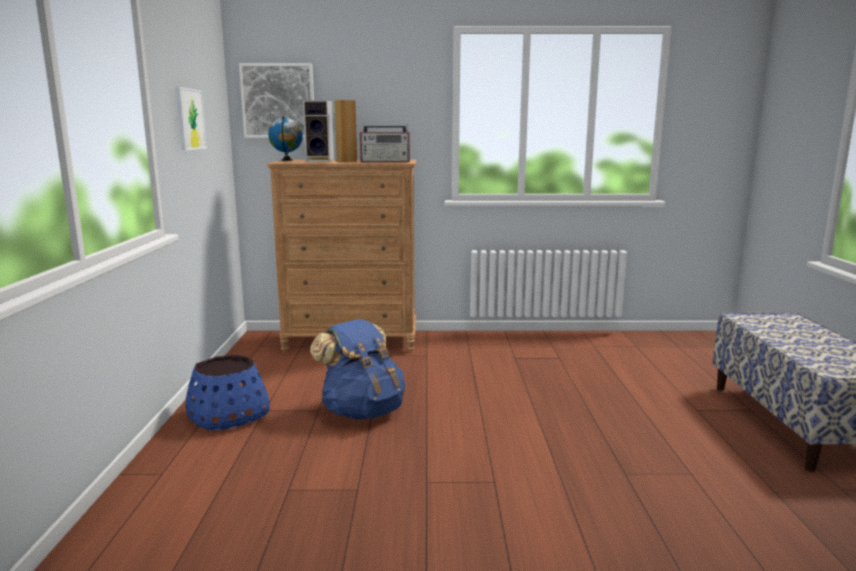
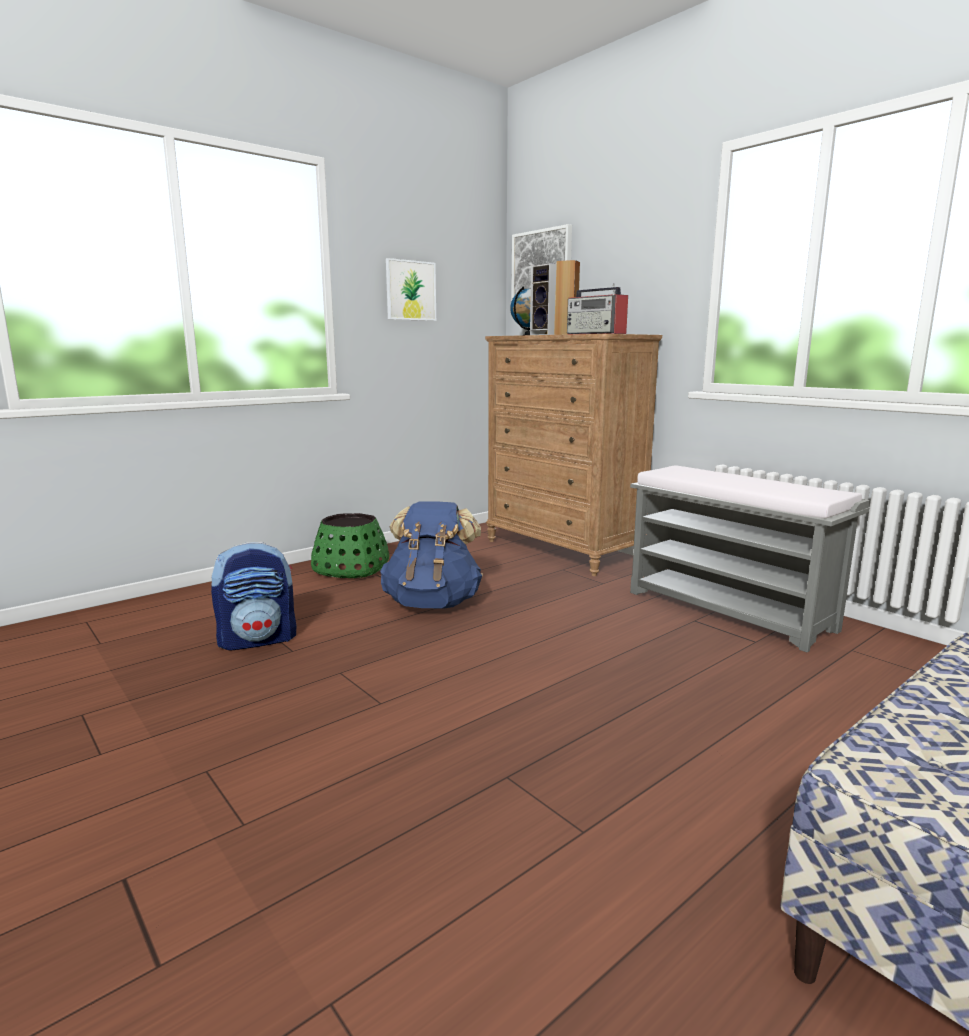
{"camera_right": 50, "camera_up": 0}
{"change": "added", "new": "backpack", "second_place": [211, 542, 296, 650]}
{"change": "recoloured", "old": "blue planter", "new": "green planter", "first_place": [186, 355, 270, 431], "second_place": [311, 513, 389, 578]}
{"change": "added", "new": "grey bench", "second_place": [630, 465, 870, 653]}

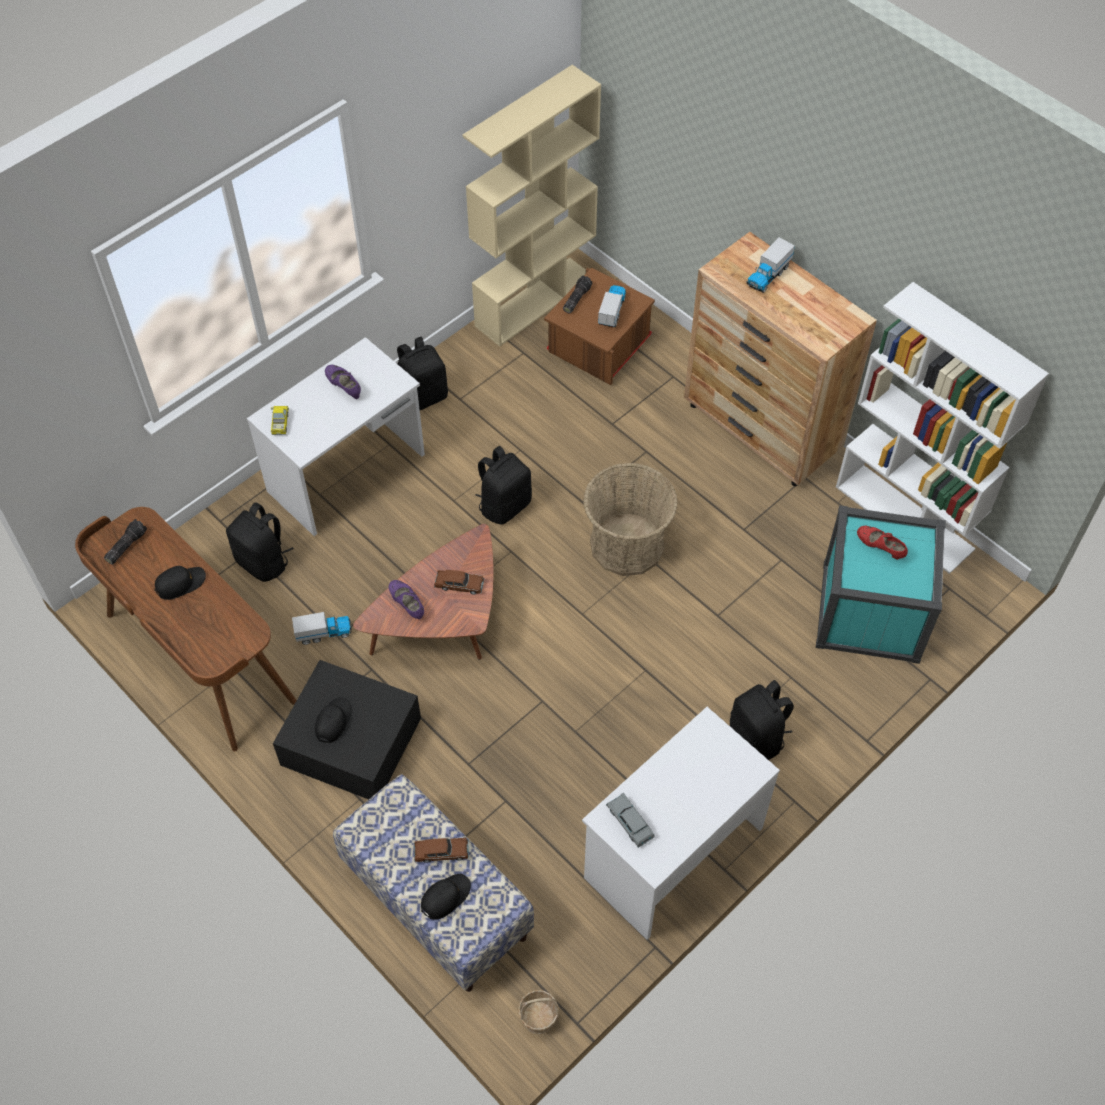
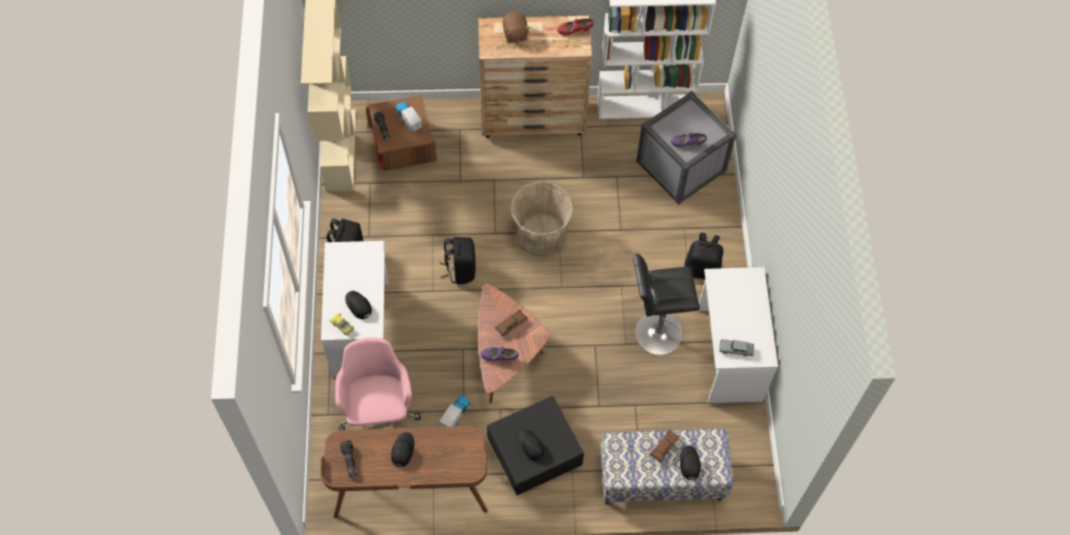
{"camera_right": -50, "camera_up": 5}
{"change": "replaced", "old": "black backpack", "new": "pink office chair", "first_place": [226, 502, 294, 582], "second_place": [335, 337, 421, 430]}
{"change": "added", "new": "black cap", "second_place": [345, 291, 372, 319]}
{"change": "replaced", "old": "toy truck", "new": "brown plush toy", "first_place": [746, 237, 795, 293], "second_place": [502, 12, 530, 43]}
{"change": "moved", "old": "red shoe", "first_place": [857, 526, 908, 560], "second_place": [557, 18, 594, 35]}
{"change": "added", "new": "black stool", "second_place": [633, 254, 700, 355]}
{"change": "recoloured", "old": "turquoise storage box", "new": "grey storage box", "first_place": [816, 505, 946, 664], "second_place": [636, 91, 737, 205]}
{"change": "moved", "old": "purple shoe", "first_place": [325, 365, 361, 399], "second_place": [671, 132, 707, 147]}
{"change": "removed", "old": "basket", "first_place": [518, 990, 559, 1034]}

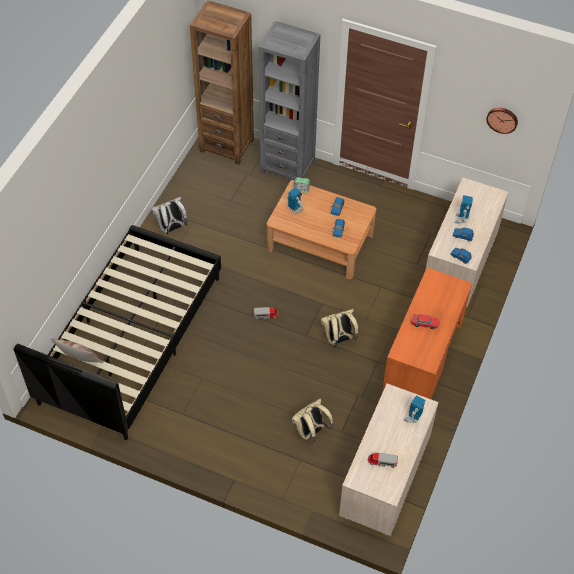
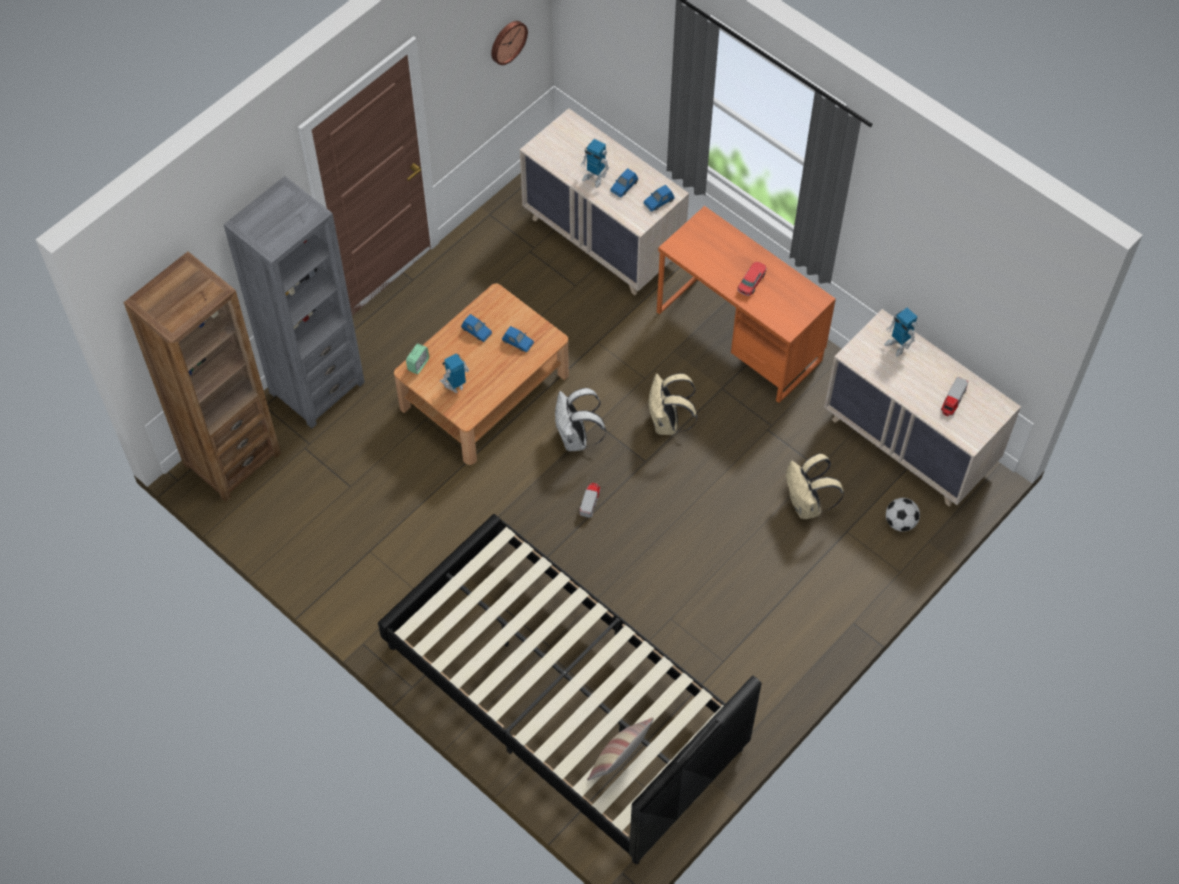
{"camera_right": -70, "camera_up": 5}
{"change": "moved", "old": "white backpack", "first_place": [151, 197, 188, 235], "second_place": [555, 388, 606, 451]}
{"change": "added", "new": "football", "second_place": [886, 498, 920, 532]}

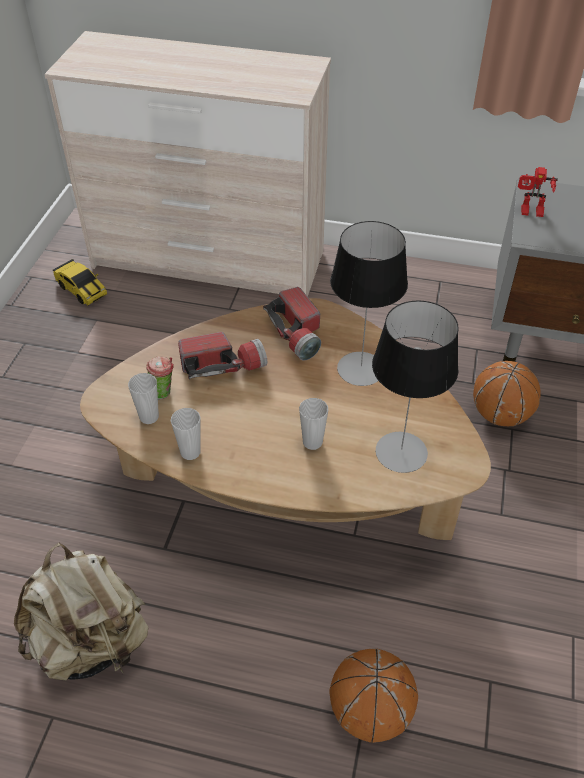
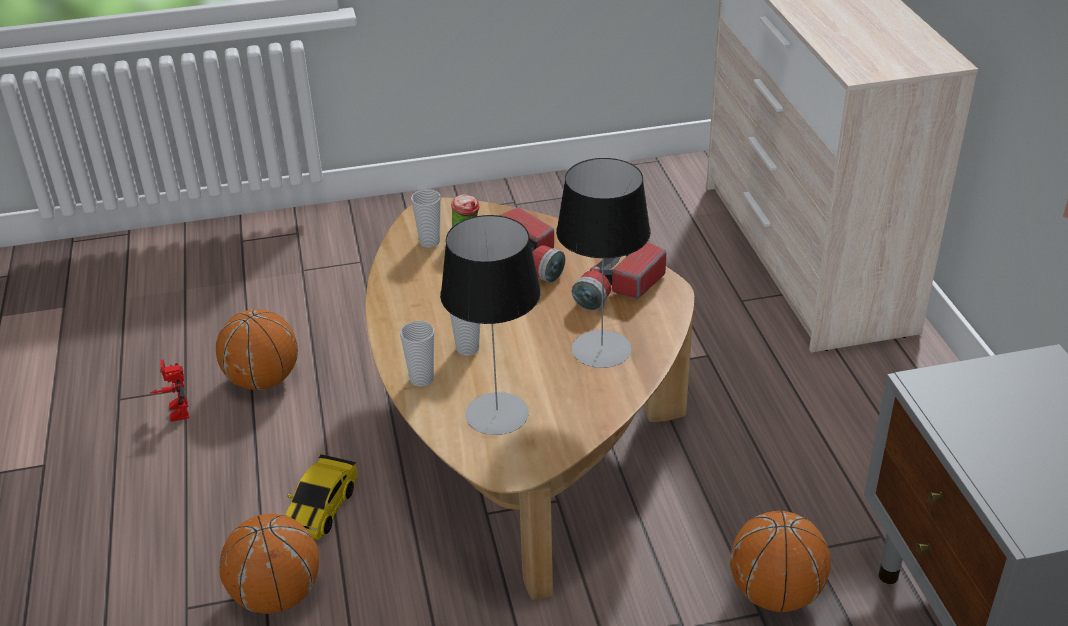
{"camera_right": 65, "camera_up": -10}
{"change": "moved", "old": "toy robot", "first_place": [518, 167, 558, 217], "second_place": [150, 359, 189, 422]}
{"change": "replaced", "old": "beige backpack", "new": "basketball", "first_place": [14, 543, 149, 680], "second_place": [216, 309, 298, 390]}
{"change": "moved", "old": "toy car", "first_place": [53, 259, 107, 305], "second_place": [285, 454, 358, 540]}
{"change": "moved", "old": "cup", "first_place": [171, 408, 201, 460], "second_place": [400, 321, 434, 387]}

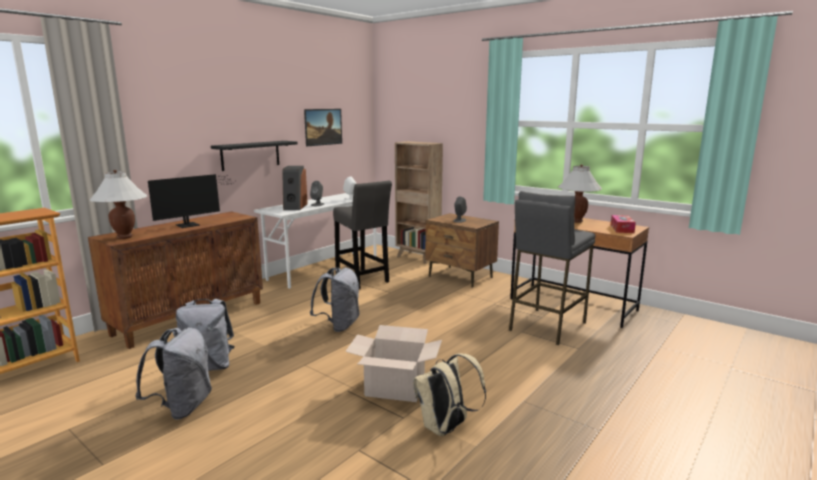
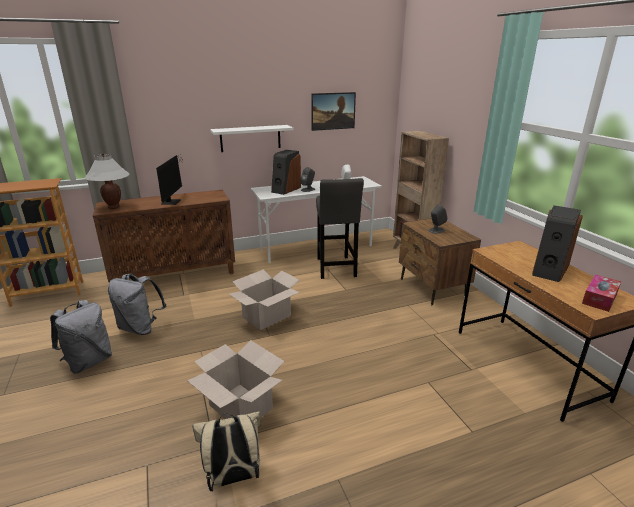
{"camera_right": 30, "camera_up": 10}
{"change": "turned", "old": "monitor", "first_place": [148, 174, 231, 228], "second_place": [156, 154, 182, 205], "degrees": -75}
{"change": "recoloured", "old": "black shelf", "new": "white shelf", "first_place": [211, 141, 298, 171], "second_place": [210, 125, 293, 152]}
{"change": "replaced", "old": "grey backpack", "new": "cardboard box", "first_place": [310, 267, 360, 332], "second_place": [229, 269, 299, 330]}
{"change": "replaced", "old": "white table lamp", "new": "speaker", "first_place": [558, 164, 602, 223], "second_place": [532, 205, 583, 282]}
{"change": "removed", "old": "grey stool", "first_place": [509, 191, 595, 345]}

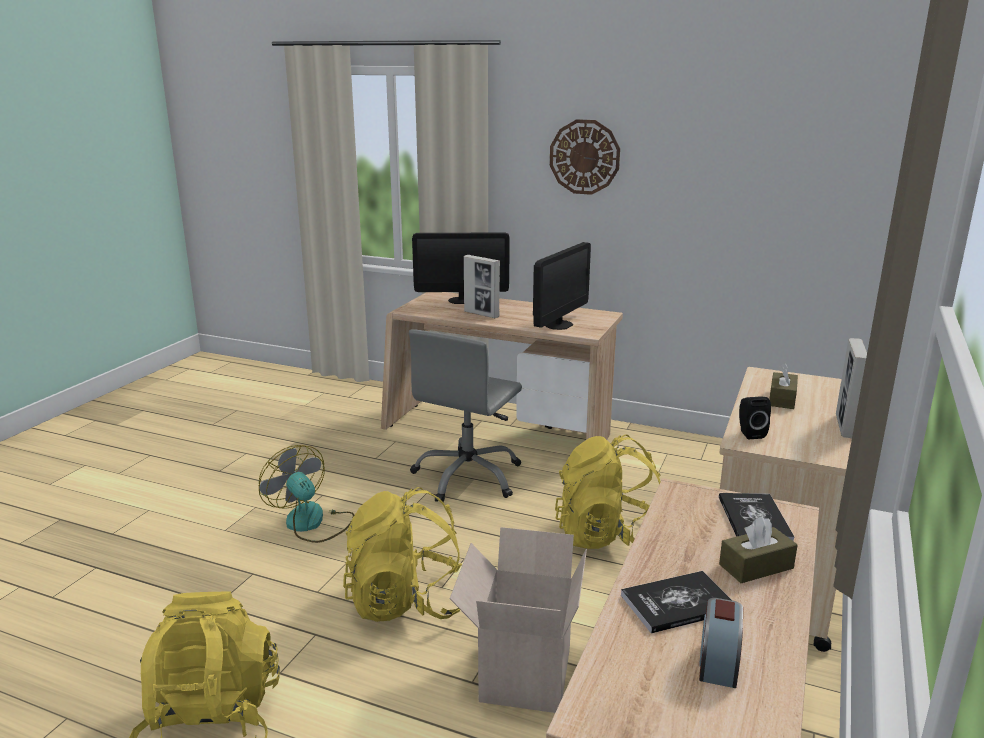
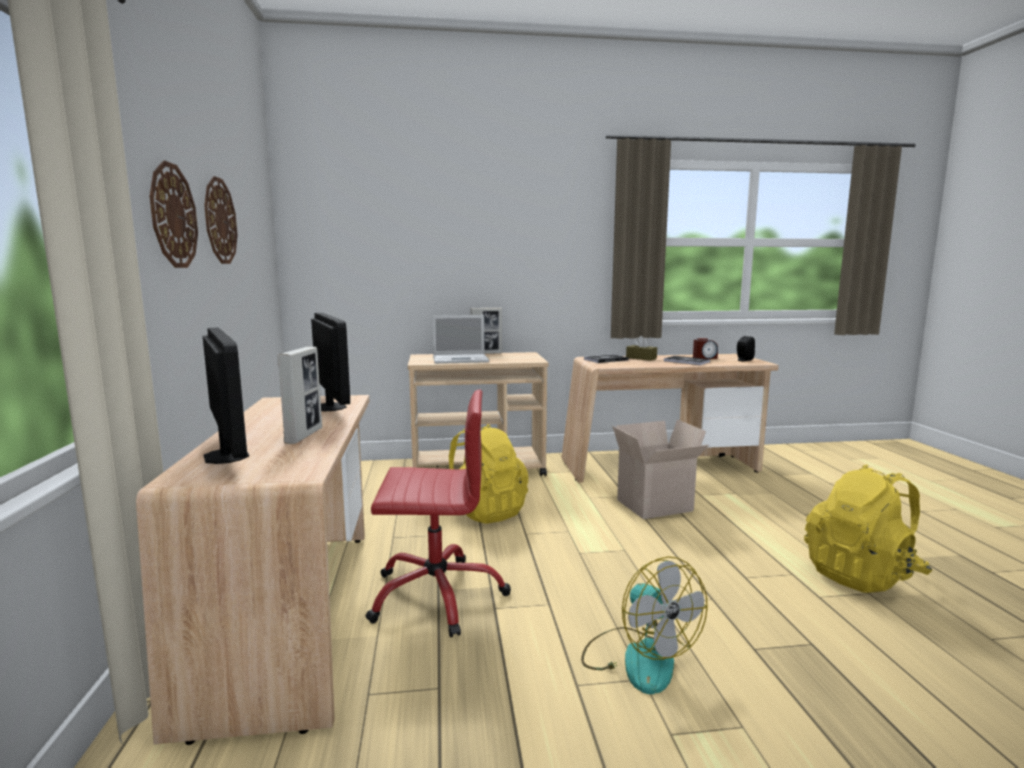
{"camera_right": -120, "camera_up": -10}
{"change": "added", "new": "wall clock", "second_place": [204, 176, 237, 264]}
{"change": "turned", "old": "monitor", "first_place": [533, 242, 591, 330], "second_place": [311, 313, 350, 411], "degrees": 60}
{"change": "recoloured", "old": "grey office chair", "new": "red office chair", "first_place": [409, 329, 522, 503], "second_place": [366, 390, 511, 637]}
{"change": "replaced", "old": "brown tissue box", "new": "laptop", "first_place": [769, 363, 798, 409], "second_place": [432, 315, 489, 364]}
{"change": "turned", "old": "fan", "first_place": [259, 445, 354, 543], "second_place": [581, 556, 708, 694], "degrees": -45}
{"change": "moved", "old": "black speaker", "first_place": [739, 397, 771, 439], "second_place": [737, 336, 755, 361]}
{"change": "removed", "old": "yellow backpack", "first_place": [343, 487, 462, 622]}

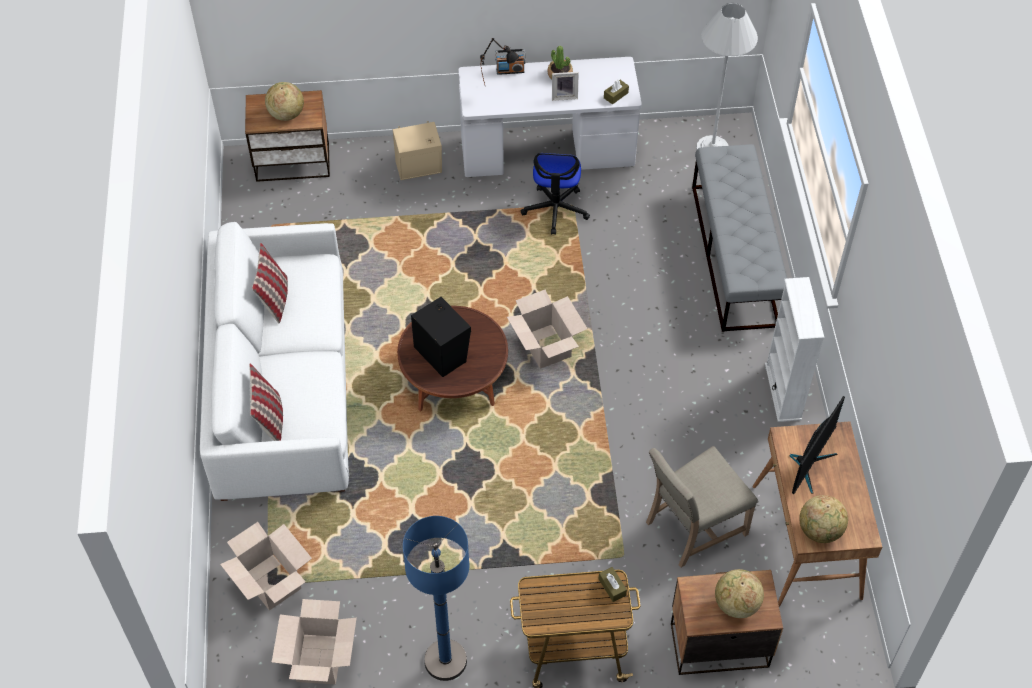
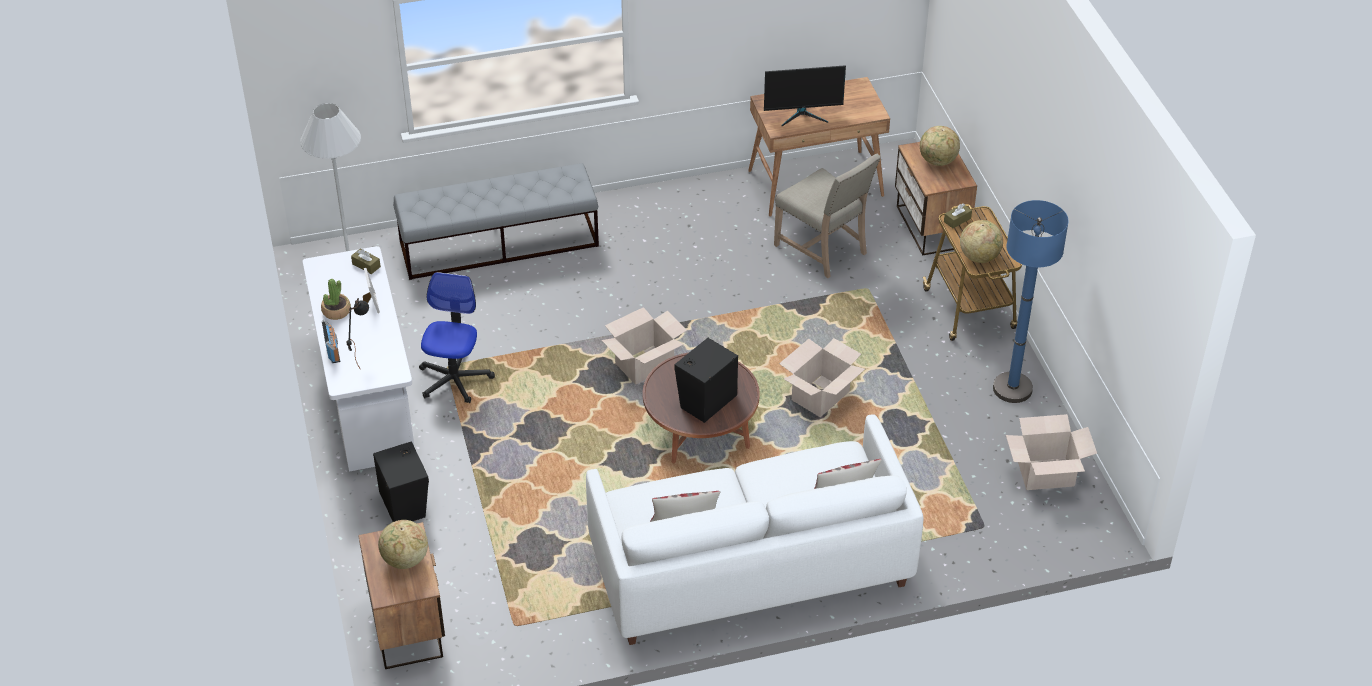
{"camera_right": -100, "camera_up": -10}
{"change": "recoloured", "old": "beige speaker", "new": "black speaker", "first_place": [393, 121, 442, 180], "second_place": [373, 441, 429, 522]}
{"change": "turned", "old": "office chair", "first_place": [521, 153, 590, 235], "second_place": [419, 272, 495, 403], "degrees": -75}
{"change": "turned", "old": "monitor", "first_place": [789, 396, 845, 494], "second_place": [764, 65, 846, 126], "degrees": 150}
{"change": "moved", "old": "cardboard box", "first_place": [220, 522, 312, 610], "second_place": [779, 338, 865, 417]}
{"change": "moved", "old": "globe", "first_place": [799, 495, 848, 543], "second_place": [960, 220, 1003, 263]}
{"change": "removed", "old": "white bookcase", "first_place": [765, 277, 824, 422]}

